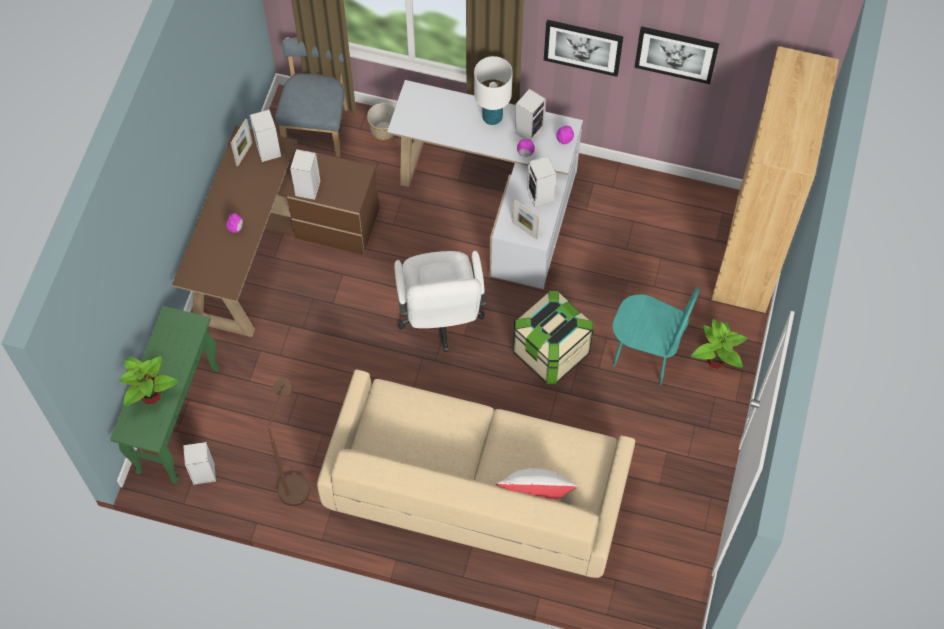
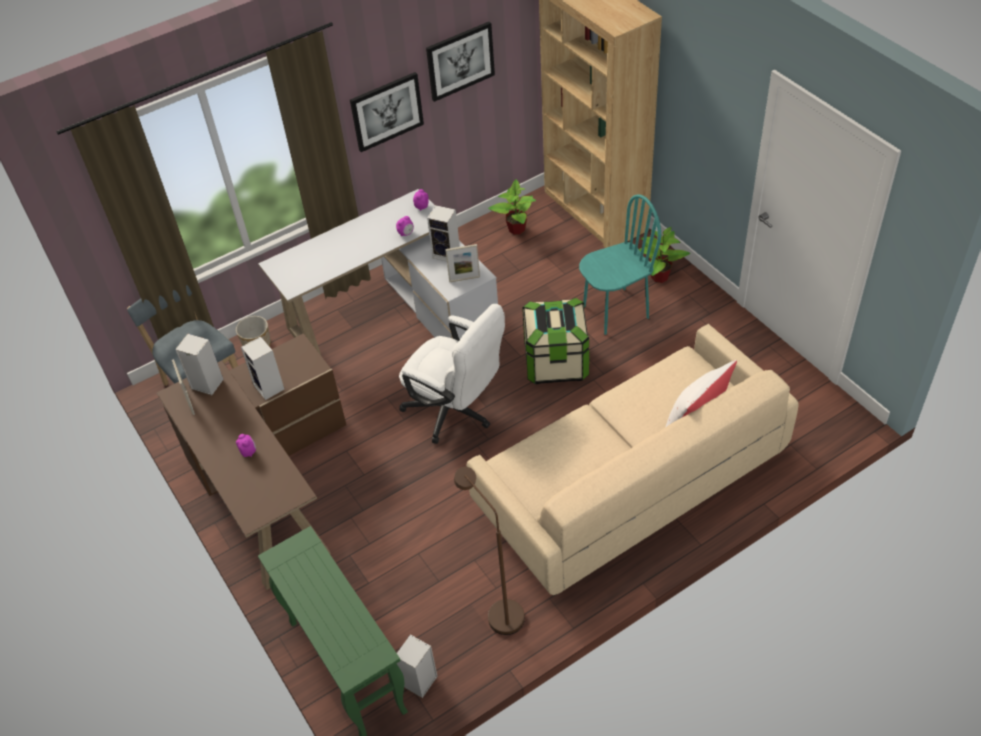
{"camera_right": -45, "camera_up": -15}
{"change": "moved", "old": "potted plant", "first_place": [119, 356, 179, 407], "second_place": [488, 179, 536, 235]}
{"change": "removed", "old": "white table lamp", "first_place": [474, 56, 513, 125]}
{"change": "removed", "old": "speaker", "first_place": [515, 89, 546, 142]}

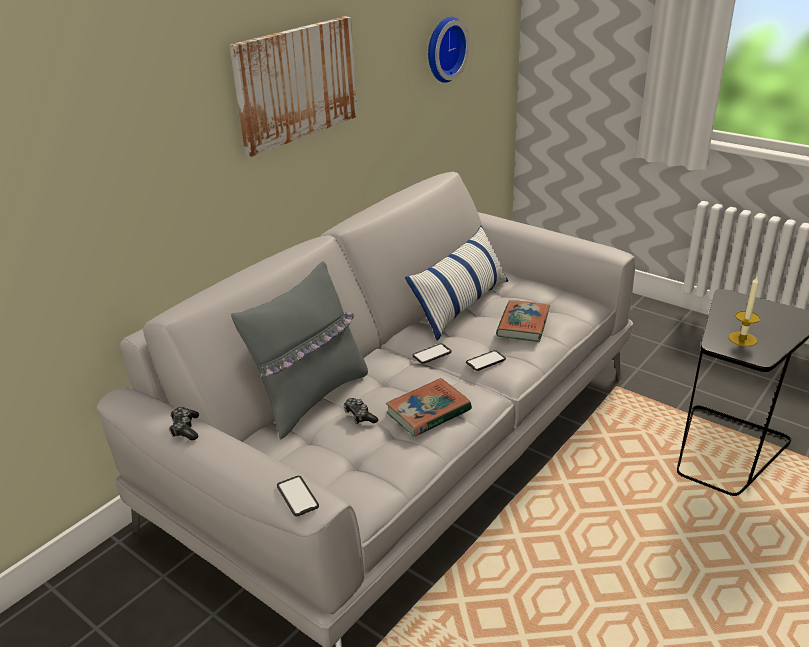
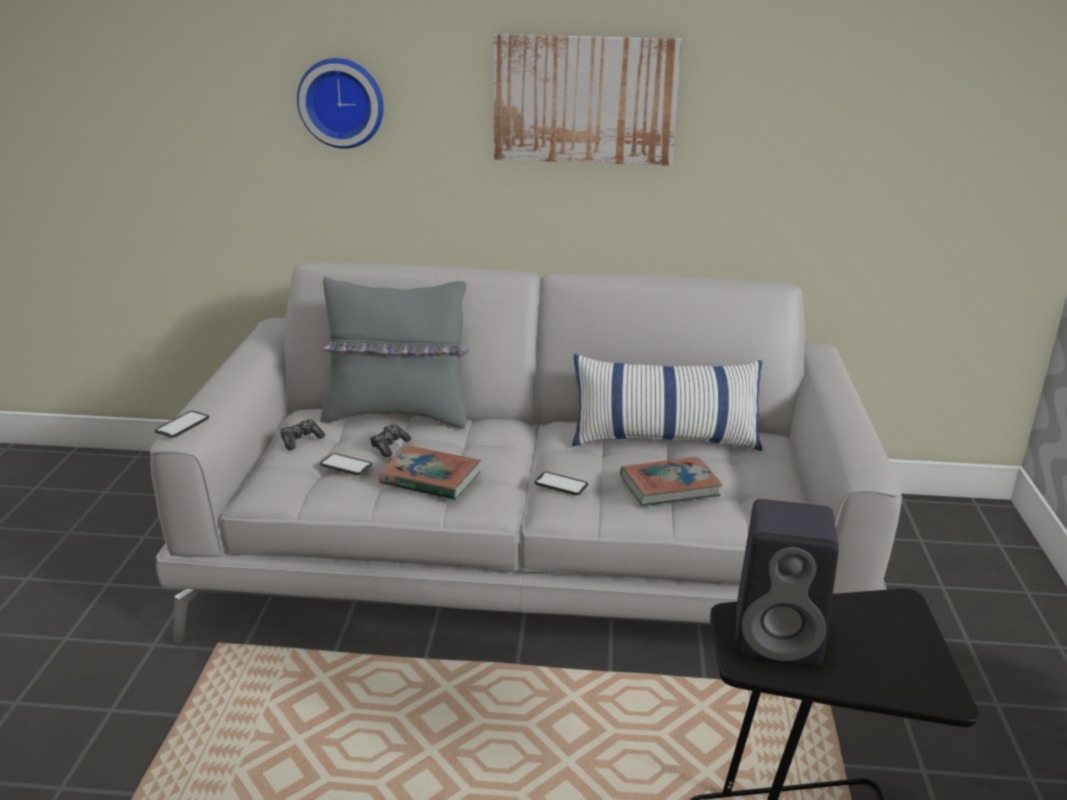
{"camera_right": 55, "camera_up": -5}
{"change": "moved", "old": "game controller", "first_place": [169, 407, 199, 440], "second_place": [281, 419, 325, 450]}
{"change": "moved", "old": "wall clock", "first_place": [428, 17, 469, 83], "second_place": [297, 58, 384, 149]}
{"change": "moved", "old": "phone", "first_place": [412, 343, 452, 364], "second_place": [320, 453, 372, 475]}
{"change": "replaced", "old": "candle", "new": "black speaker", "first_place": [729, 277, 760, 347], "second_place": [736, 499, 839, 666]}

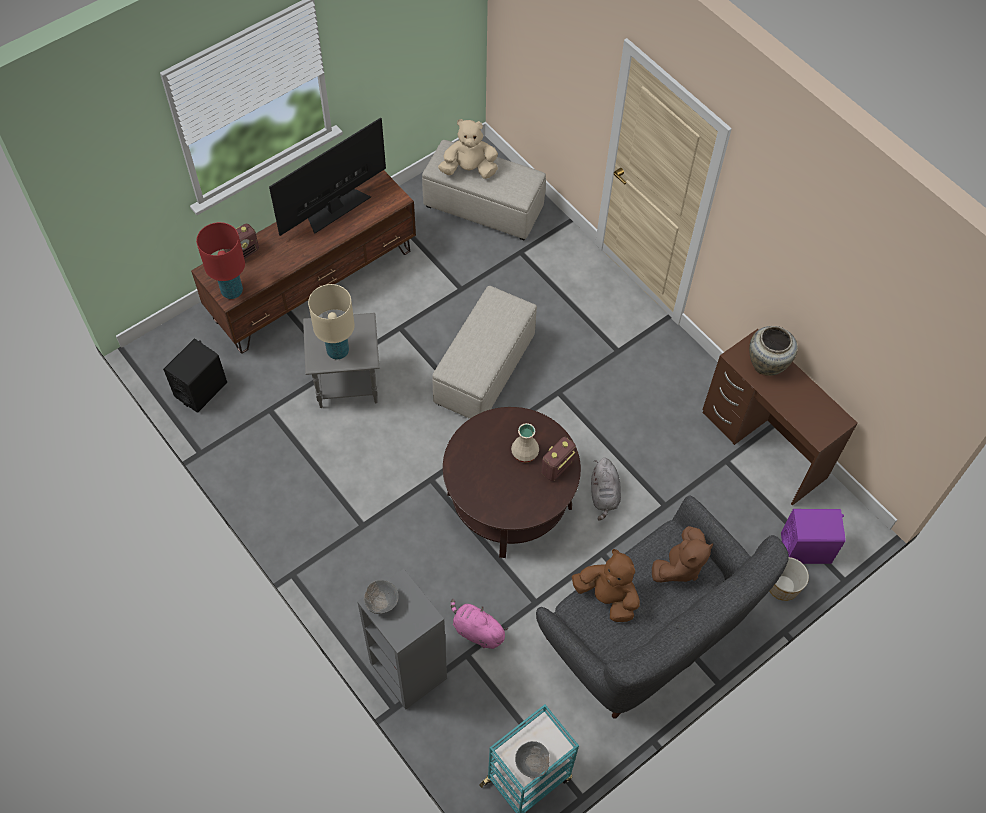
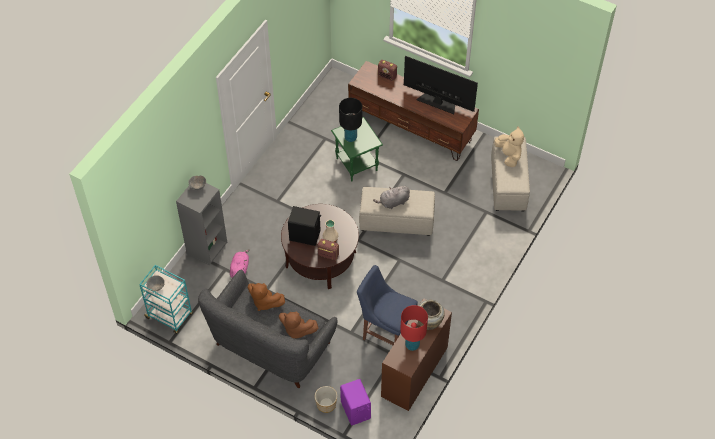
{"camera_right": 70, "camera_up": -5}
{"change": "turned", "old": "brown plush toy", "first_place": [572, 549, 640, 622], "second_place": [248, 283, 285, 311], "degrees": 105}
{"change": "moved", "old": "black speaker", "first_place": [163, 339, 227, 413], "second_place": [288, 206, 321, 246]}
{"change": "recoloured", "old": "grey side table", "new": "green side table", "first_place": [303, 313, 379, 408], "second_place": [331, 117, 383, 181]}
{"change": "recoloured", "old": "beige table lamp", "new": "black table lamp", "first_place": [308, 284, 355, 360], "second_place": [339, 98, 362, 142]}
{"change": "added", "new": "blue chair", "second_place": [357, 265, 418, 345]}
{"change": "moved", "old": "grey plush toy", "first_place": [591, 458, 621, 521], "second_place": [373, 185, 410, 209]}
{"change": "moved", "old": "red table lamp", "first_place": [196, 222, 245, 299], "second_place": [400, 305, 428, 351]}

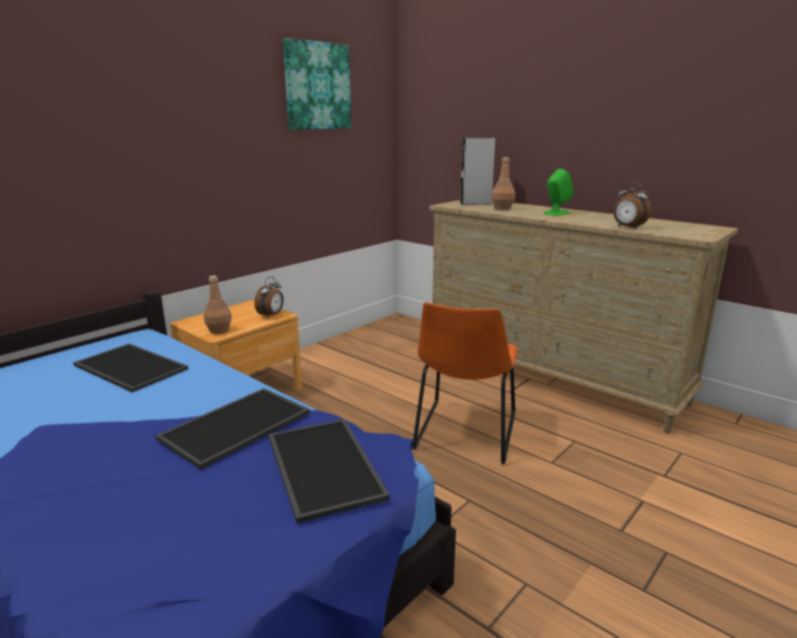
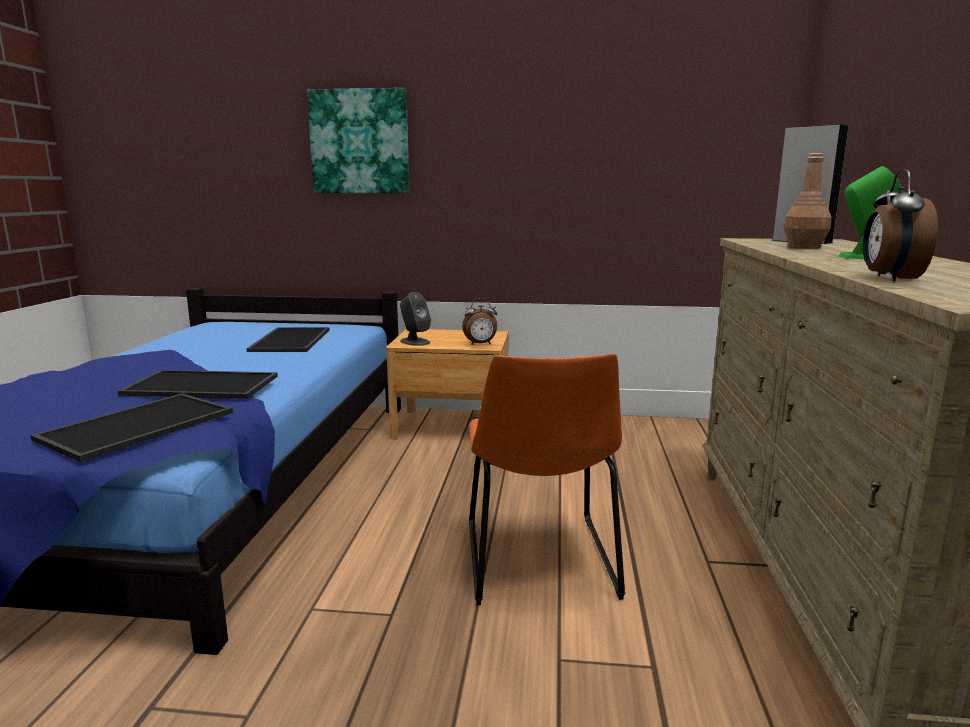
{"camera_right": 55, "camera_up": -5}
{"change": "moved", "old": "picture", "first_place": [283, 38, 351, 130], "second_place": [307, 88, 409, 193]}
{"change": "replaced", "old": "brown bottle", "new": "grey speaker", "first_place": [204, 276, 232, 334], "second_place": [400, 292, 431, 346]}
{"change": "turned", "old": "orange chair", "first_place": [412, 302, 518, 464], "second_place": [469, 353, 625, 605], "degrees": -75}

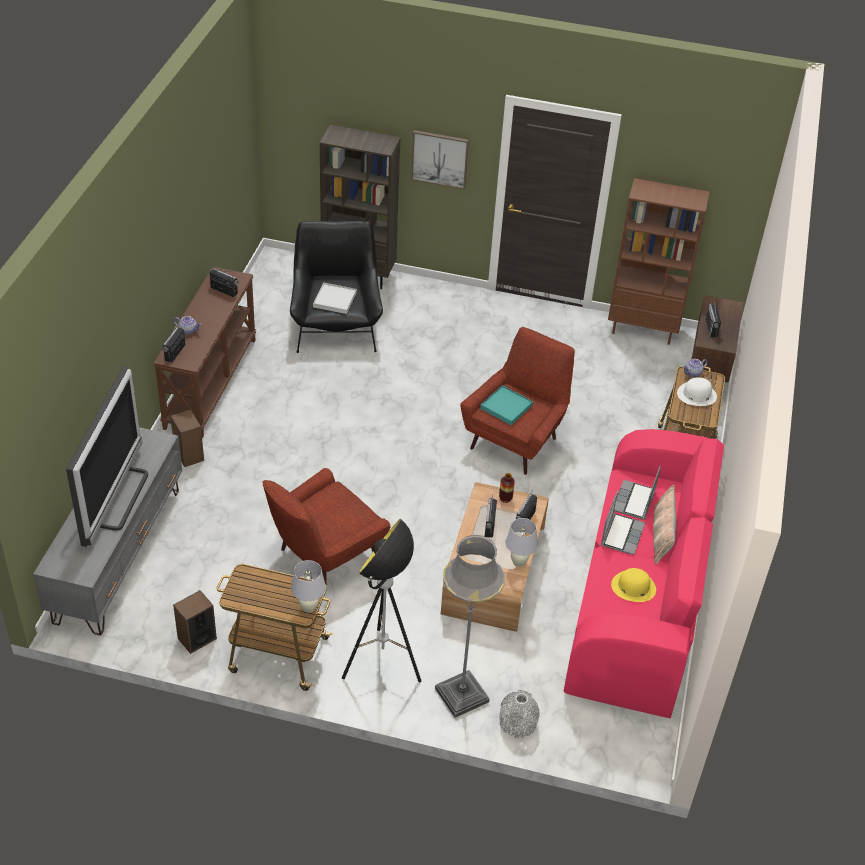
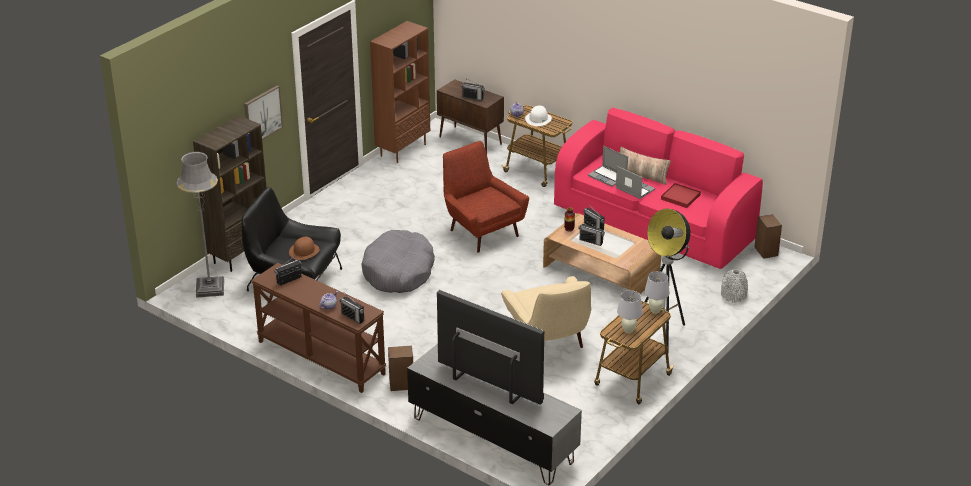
{"camera_right": -65, "camera_up": -10}
{"change": "moved", "old": "grey floor lamp", "first_place": [435, 535, 505, 718], "second_place": [176, 152, 224, 298]}
{"change": "replaced", "old": "white tray", "new": "brown hat", "first_place": [313, 283, 357, 314], "second_place": [289, 237, 320, 260]}
{"change": "added", "new": "grey dog bed", "second_place": [361, 230, 435, 293]}
{"change": "recoloured", "old": "red armchair", "new": "beige armchair", "first_place": [262, 468, 391, 587], "second_place": [501, 276, 592, 348]}
{"change": "moved", "old": "white table lamp", "first_place": [506, 518, 538, 567], "second_place": [617, 290, 643, 333]}
{"change": "replaced", "old": "yellow hat", "new": "red tray", "first_place": [611, 568, 656, 602], "second_place": [661, 183, 701, 208]}
{"change": "moved", "old": "speaker", "first_place": [173, 590, 217, 654], "second_place": [755, 214, 782, 259]}
{"change": "removed", "old": "turquoise tray", "first_place": [480, 385, 533, 425]}

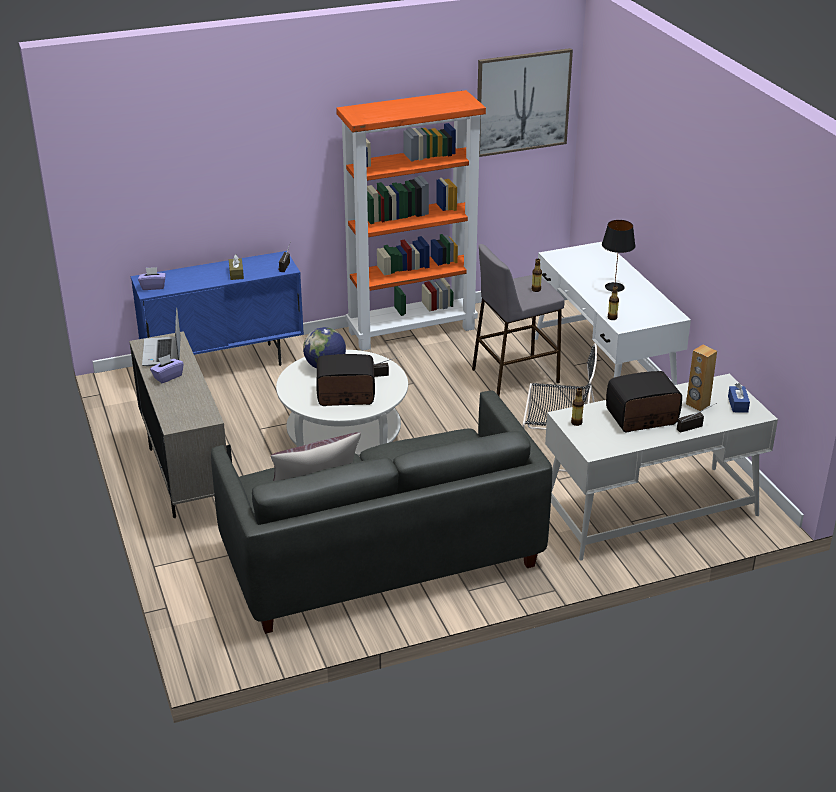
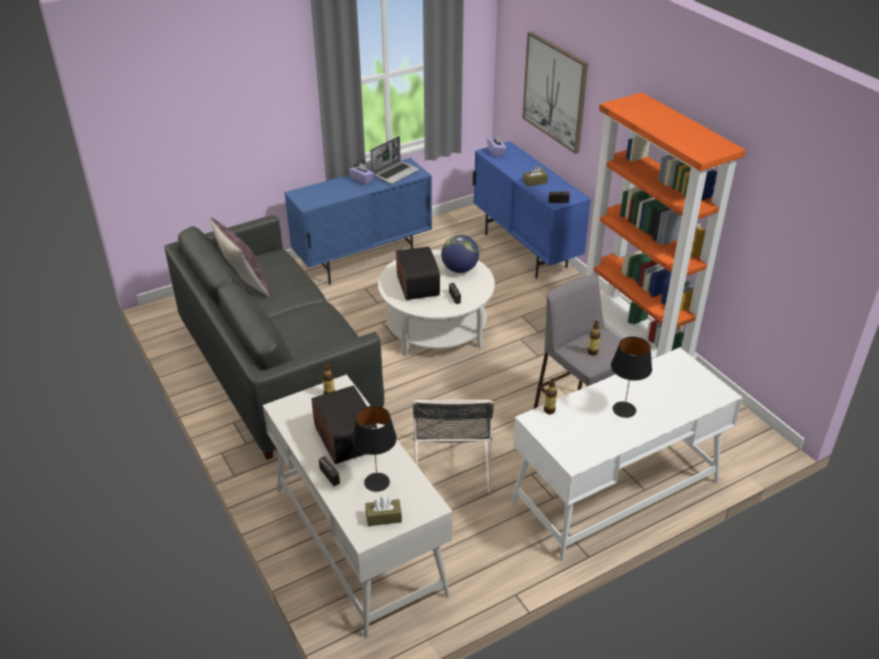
{"camera_right": 80, "camera_up": 5}
{"change": "recoloured", "old": "beige cabinet", "new": "blue cabinet", "first_place": [129, 331, 232, 518], "second_place": [284, 158, 432, 285]}
{"change": "replaced", "old": "brown speaker", "new": "black table lamp", "first_place": [686, 345, 717, 411], "second_place": [352, 406, 397, 492]}
{"change": "recoloured", "old": "blue tissue box", "new": "brown tissue box", "first_place": [728, 383, 750, 413], "second_place": [366, 496, 402, 526]}
{"change": "turned", "old": "laptop", "first_place": [142, 307, 181, 366], "second_place": [370, 136, 420, 184], "degrees": 150}
{"change": "moved", "old": "picture", "first_place": [477, 48, 573, 157], "second_place": [523, 32, 588, 154]}

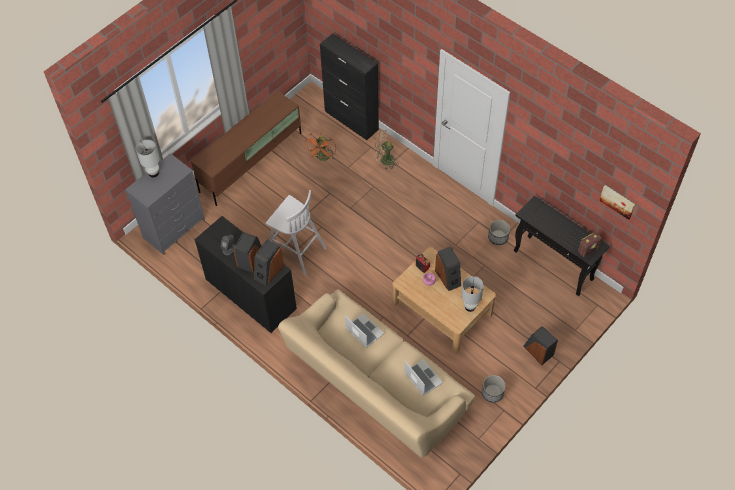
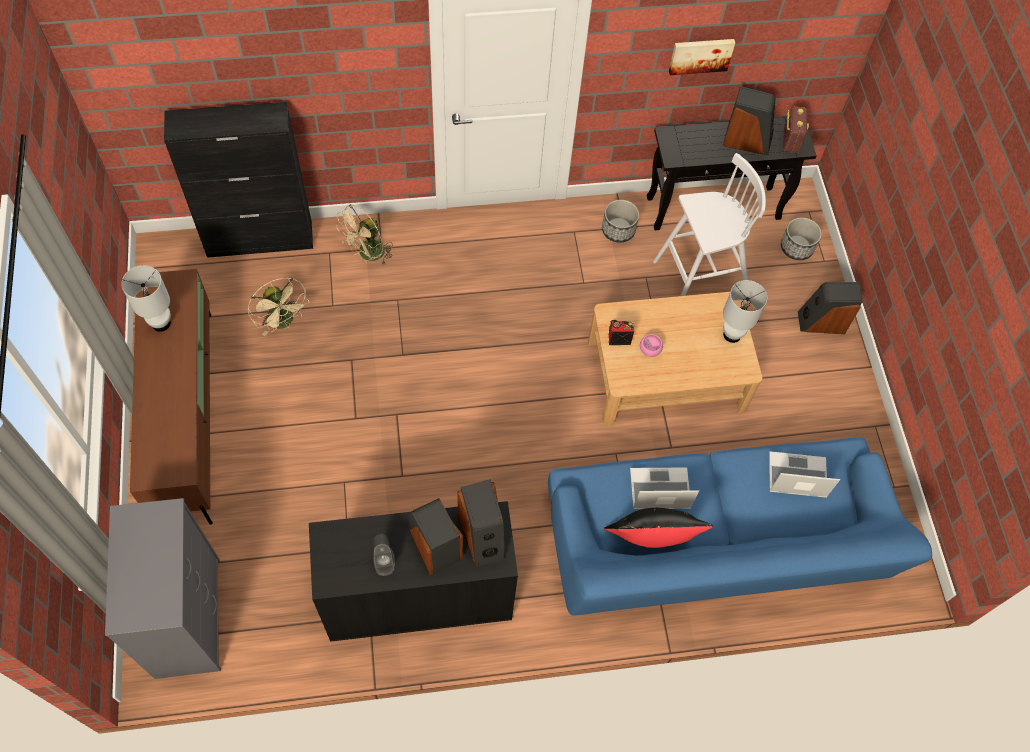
{"camera_right": -55, "camera_up": 5}
{"change": "moved", "old": "white table lamp", "first_place": [136, 140, 160, 177], "second_place": [121, 265, 171, 332]}
{"change": "recoloured", "old": "orange fan", "new": "beige fan", "first_place": [305, 132, 336, 161], "second_place": [248, 278, 309, 336]}
{"change": "recoloured", "old": "beige sofa", "new": "blue sofa", "first_place": [278, 290, 475, 458], "second_place": [548, 437, 932, 615]}
{"change": "added", "new": "black pillow", "second_place": [604, 508, 713, 548]}
{"change": "moved", "old": "white stool", "first_place": [266, 190, 327, 275], "second_place": [653, 153, 766, 296]}
{"change": "moved", "old": "picture", "first_place": [599, 185, 635, 220], "second_place": [669, 39, 735, 75]}
{"change": "moved", "old": "speaker", "first_place": [435, 246, 461, 291], "second_place": [723, 86, 776, 155]}
{"change": "moved", "old": "planter", "first_place": [482, 375, 506, 403], "second_place": [781, 217, 822, 260]}

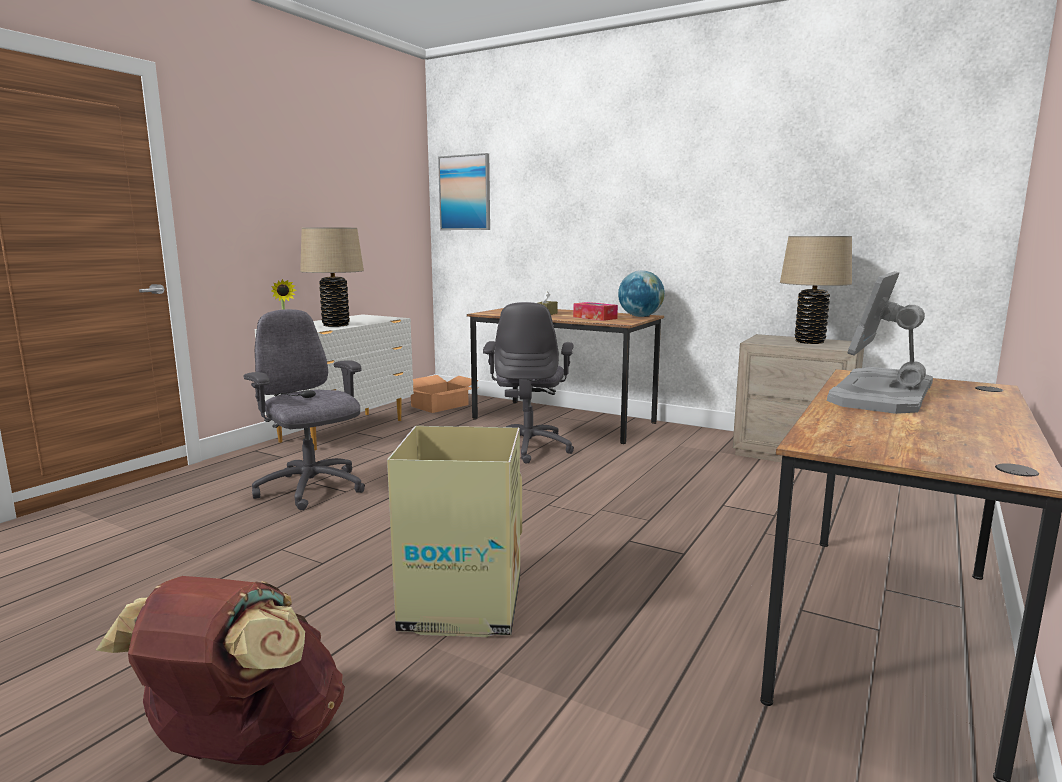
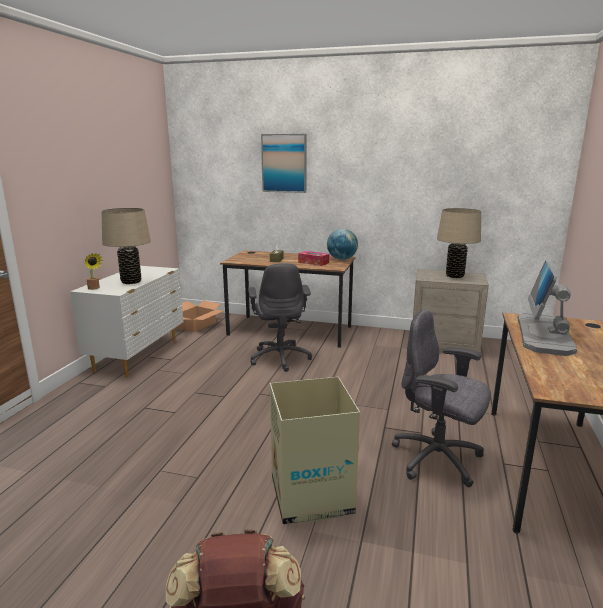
{"camera_right": -15, "camera_up": 5}
{"change": "moved", "old": "picture", "first_place": [438, 153, 490, 230], "second_place": [261, 134, 307, 193]}
{"change": "moved", "old": "grey office chair", "first_place": [244, 309, 365, 510], "second_place": [392, 310, 491, 487]}

